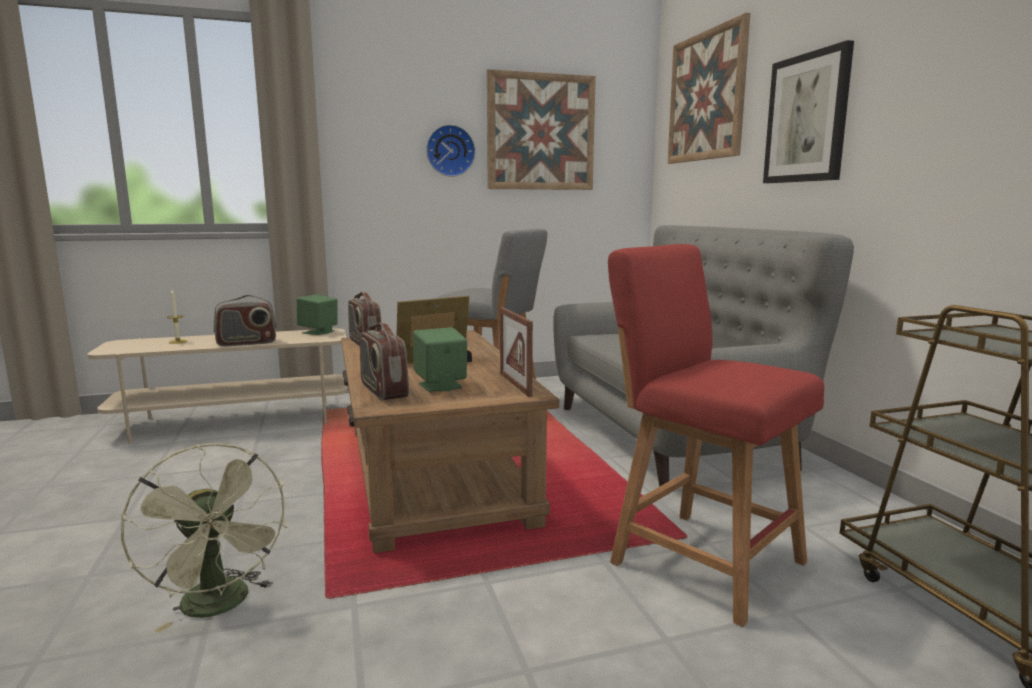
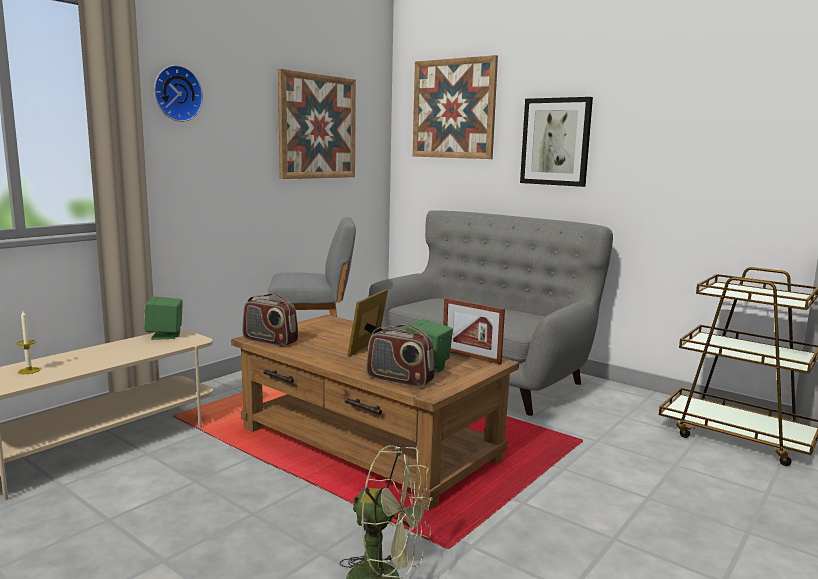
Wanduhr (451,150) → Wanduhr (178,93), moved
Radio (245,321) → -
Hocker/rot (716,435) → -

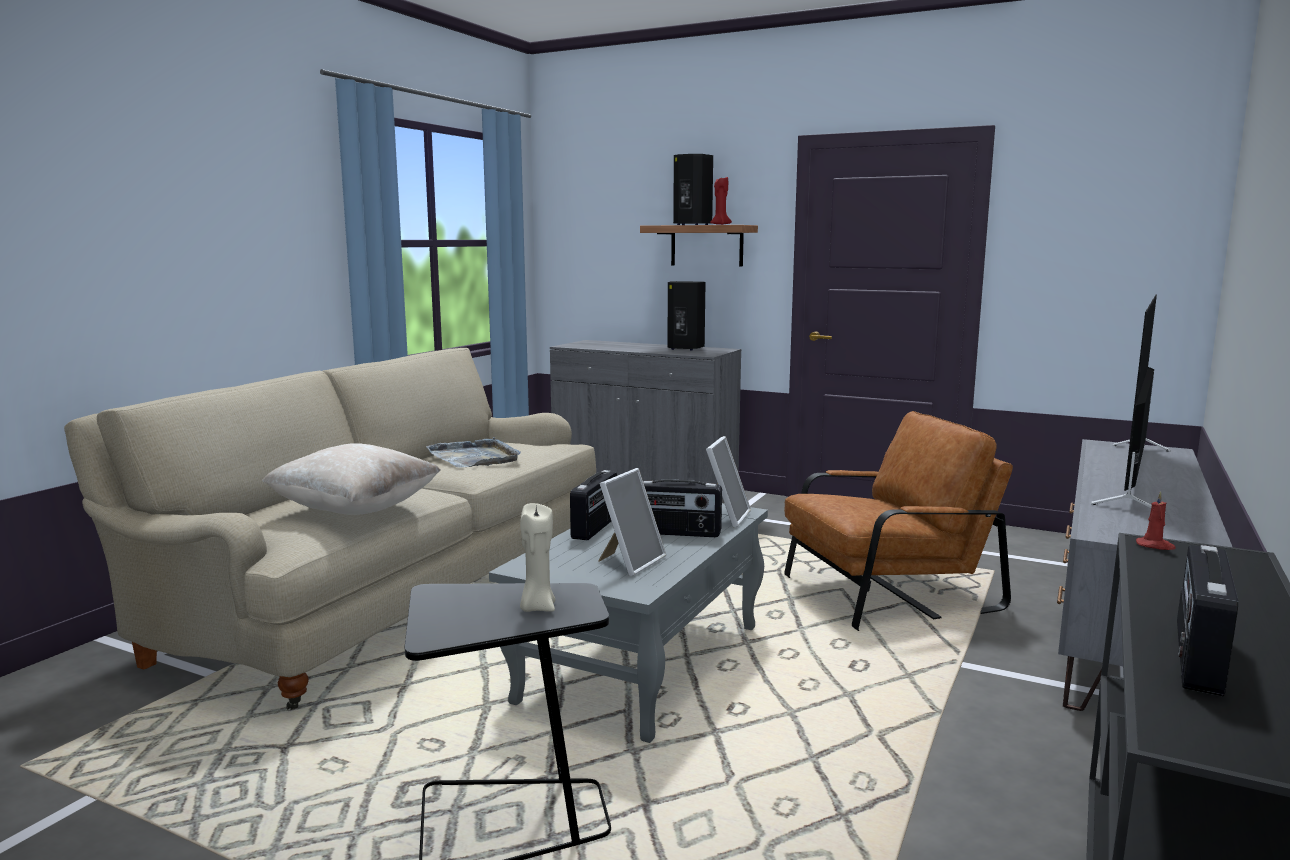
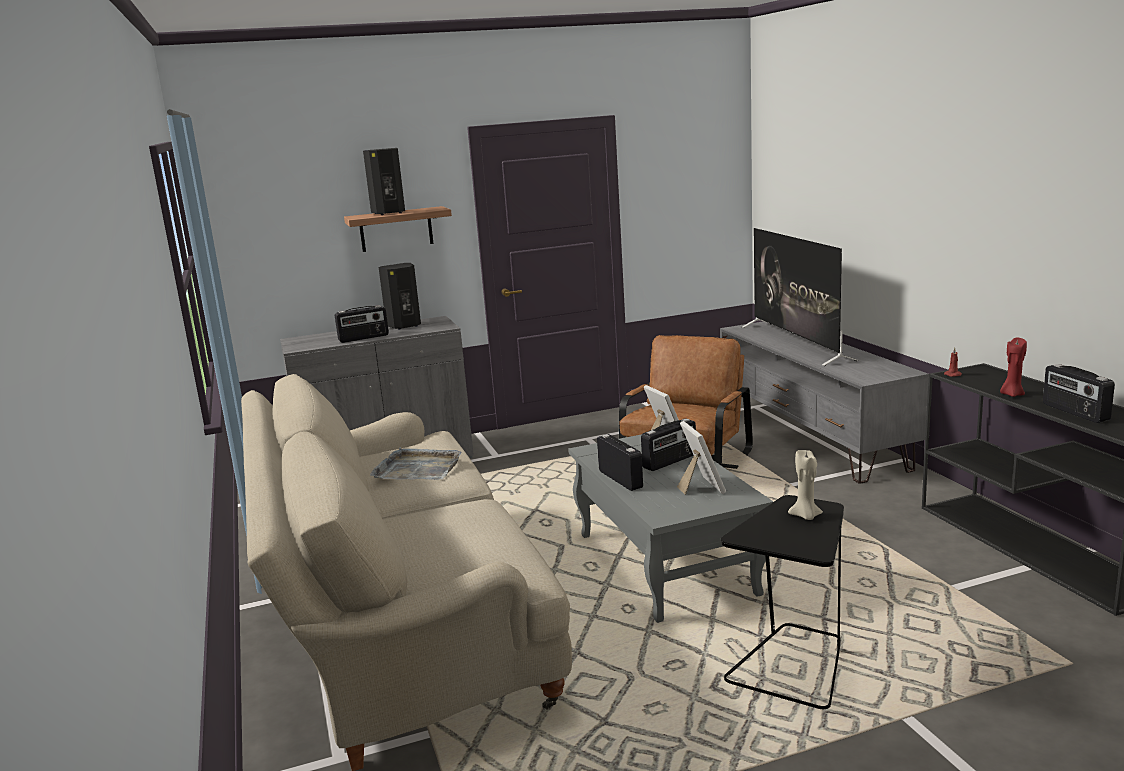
- → Radio (362,324)
Kerze/rot (721,201) → Kerze/rot (1013,367), moved
Kissen/beige (351,479) → -

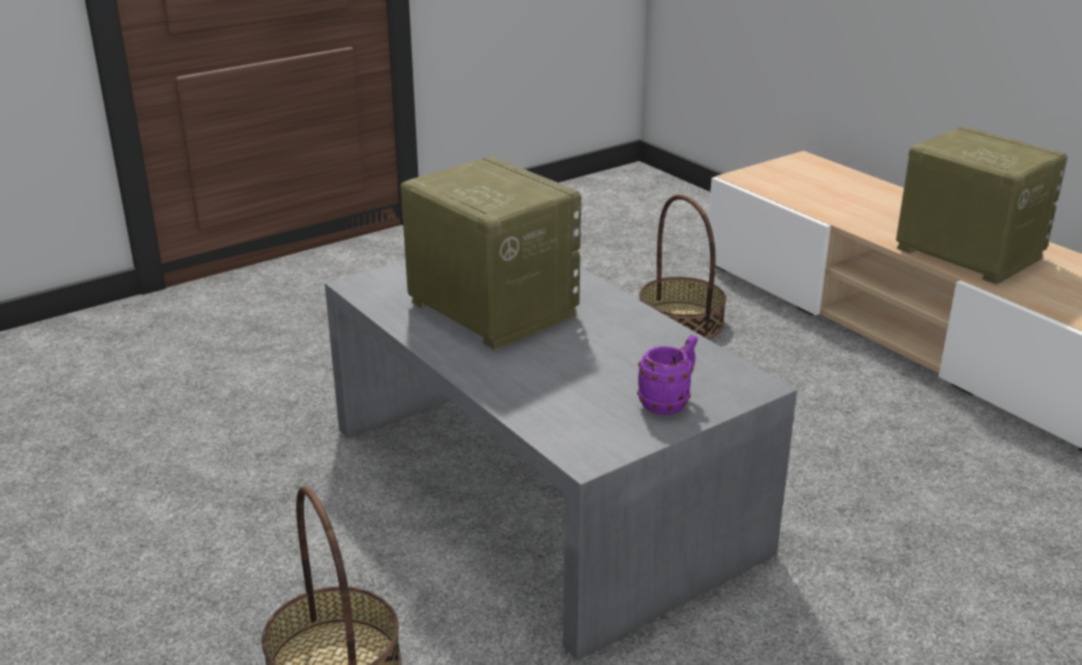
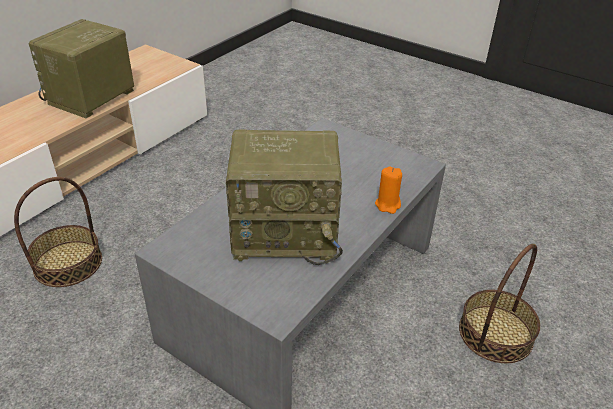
Radio (490,253) → Radio (284,197), 120 degrees counterclockwise
- → Kerze/orange (388,190)
Henkelbecher/lila (667,375) → -

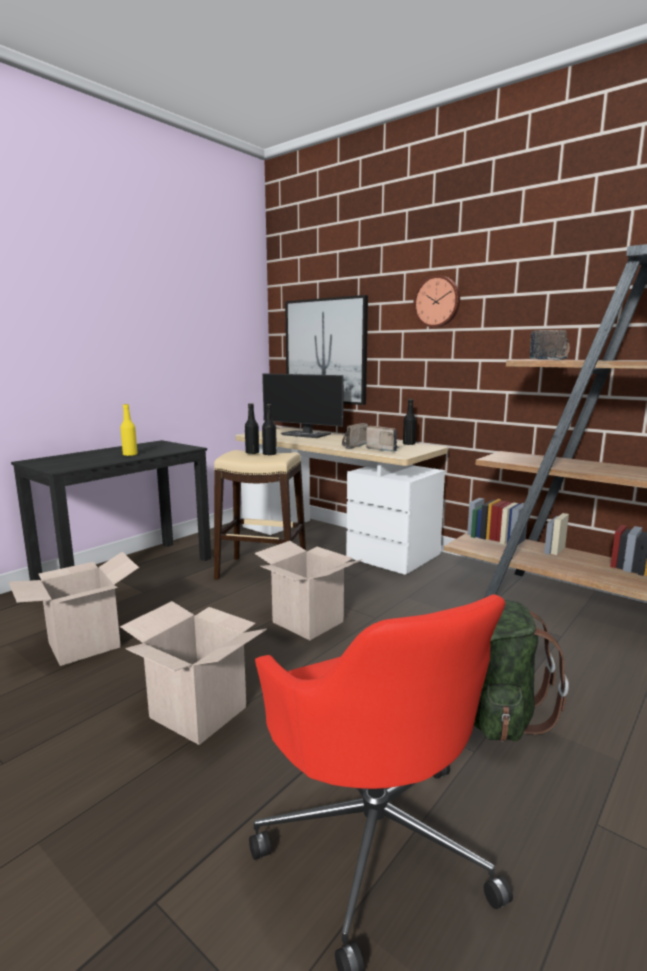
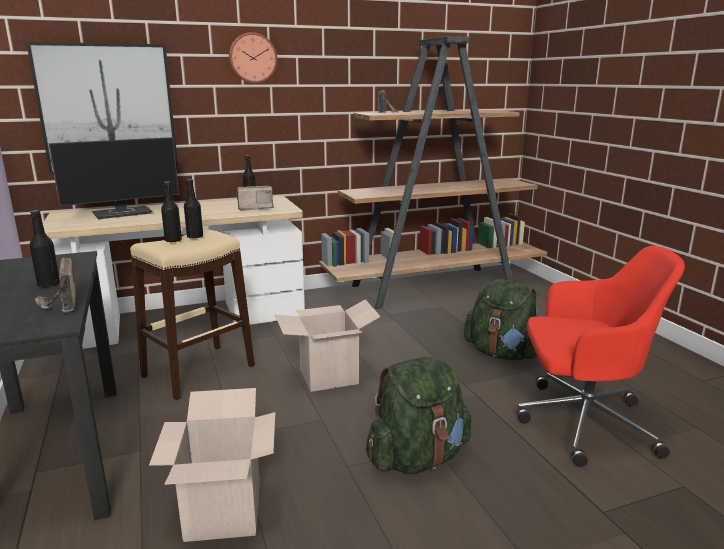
Flasche/gelb (129,430) → Flasche/schwarz (44,248)
Radio (355,436) → Radio (55,285), moved
Karton (193,673) → Rucksack/grün (418,415)

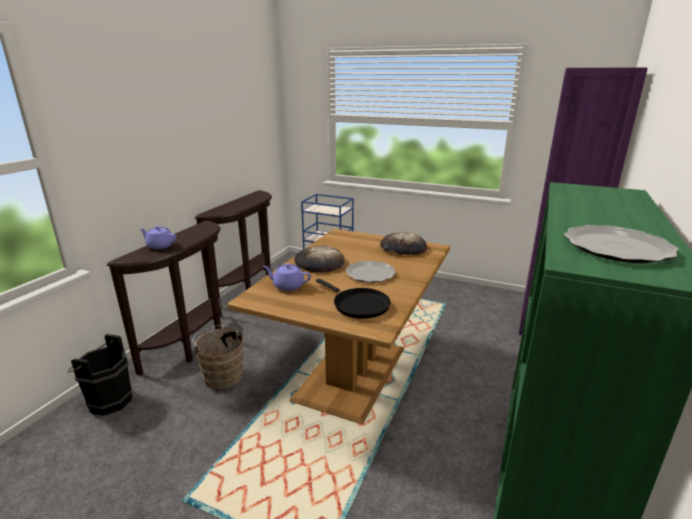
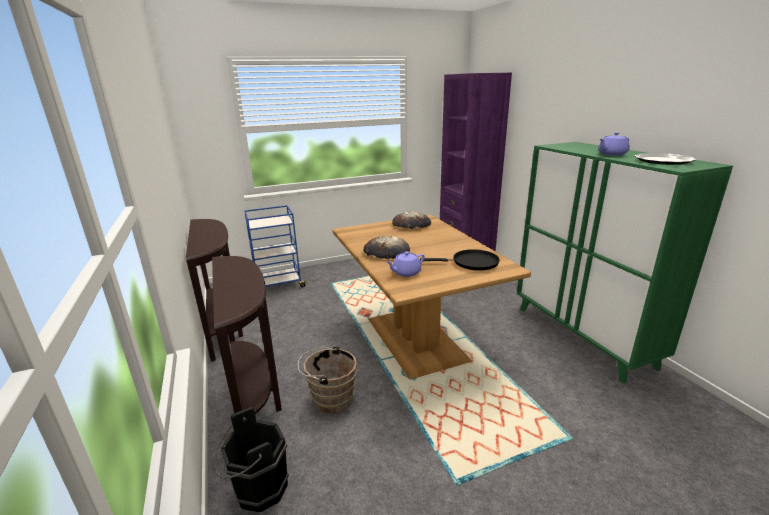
Teekanne/lila (157,237) → Teekanne/lila (614,144), moved
Teller (370,272) → -

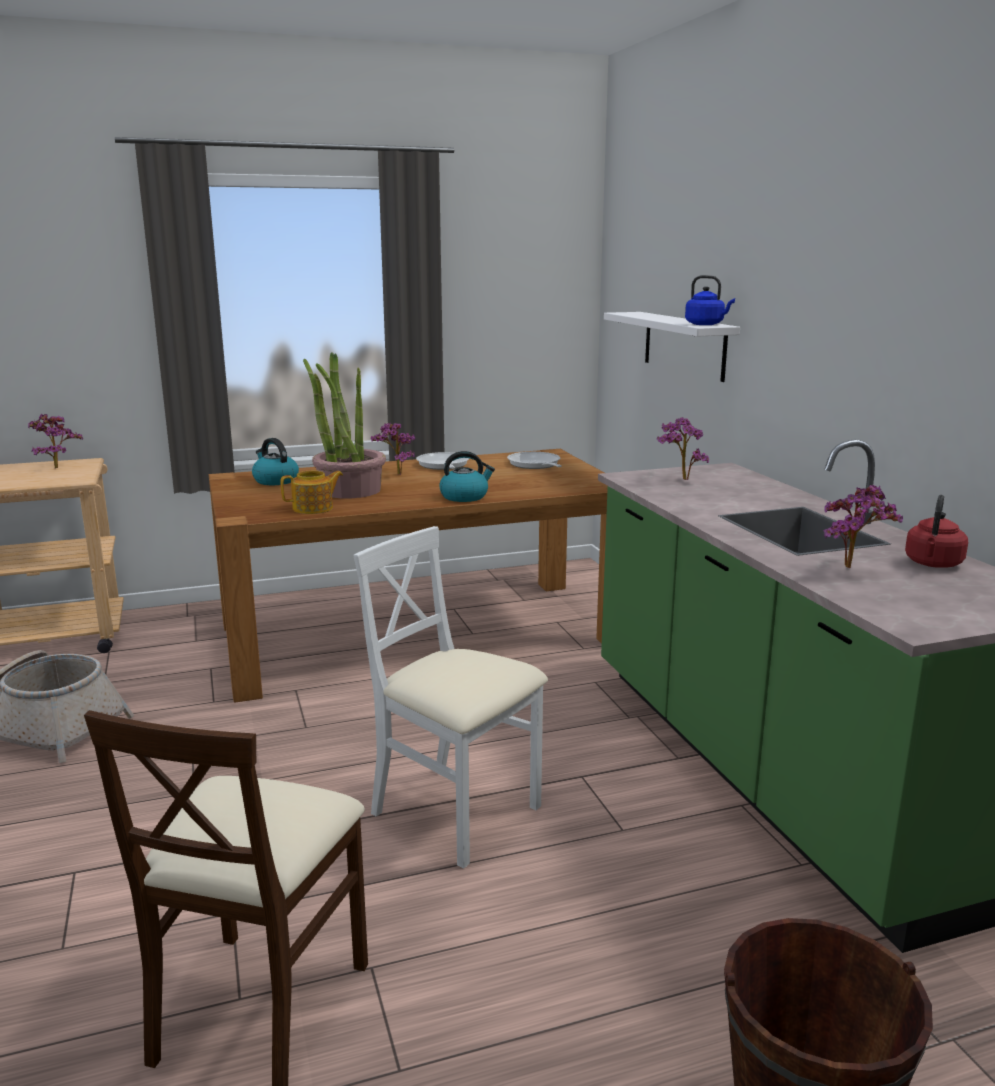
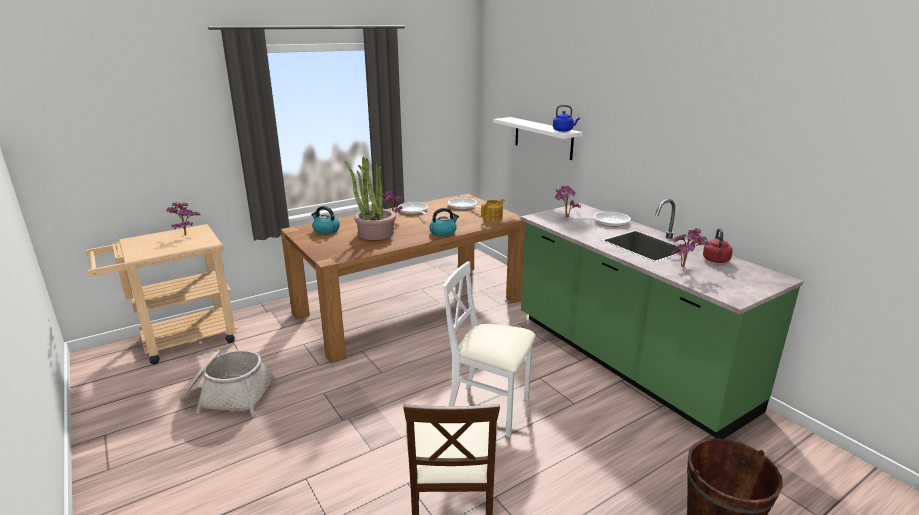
Teekanne (312,492) → Teekanne (493,210), moved
- → Pfanne (602,219)

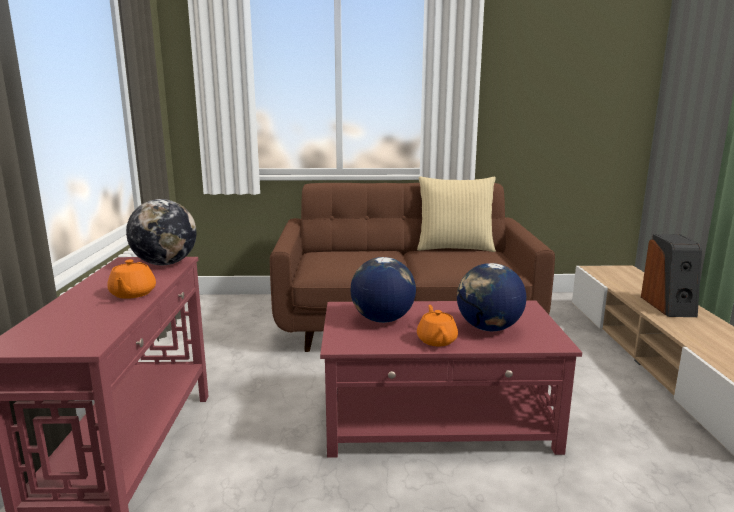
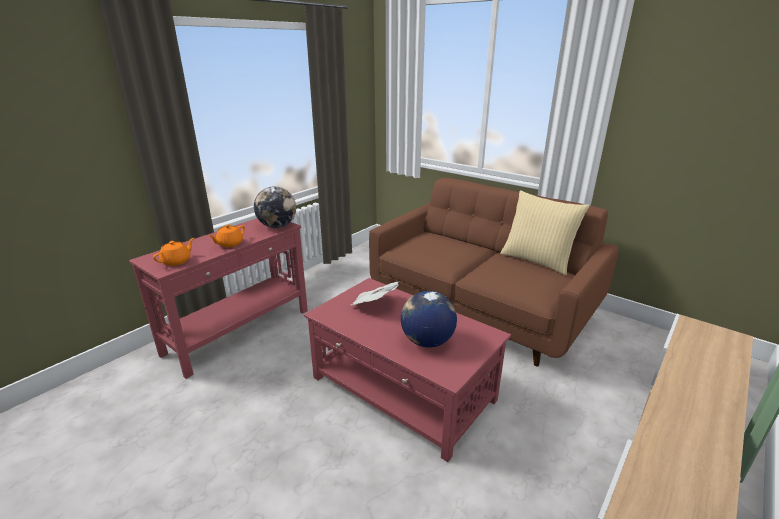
Teekanne/orange (437,325) → Teekanne/orange (173,252), moved
Globus (383,290) → Zeitung (375,293)
Lautsprecher (671,275) → -

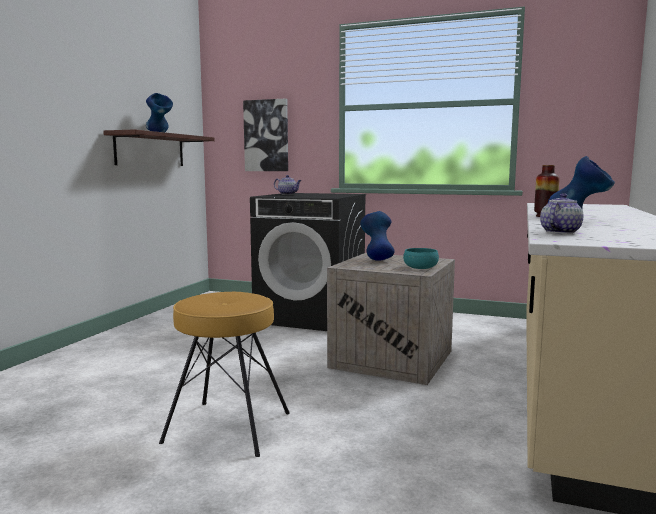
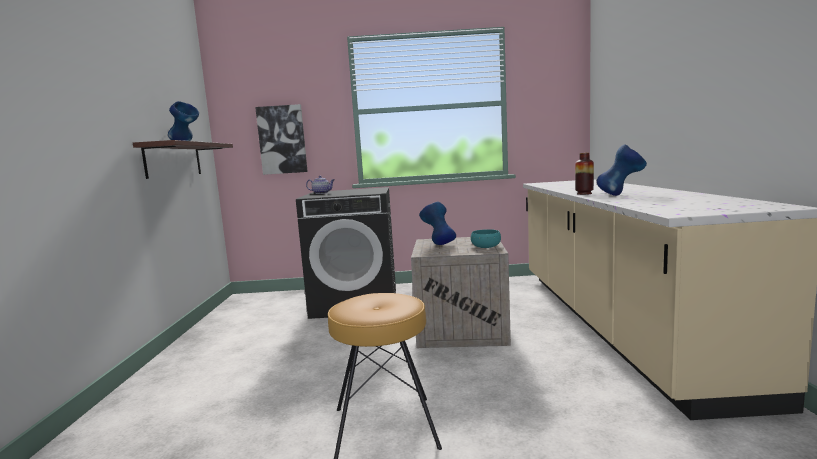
Teekanne (562,213) → -

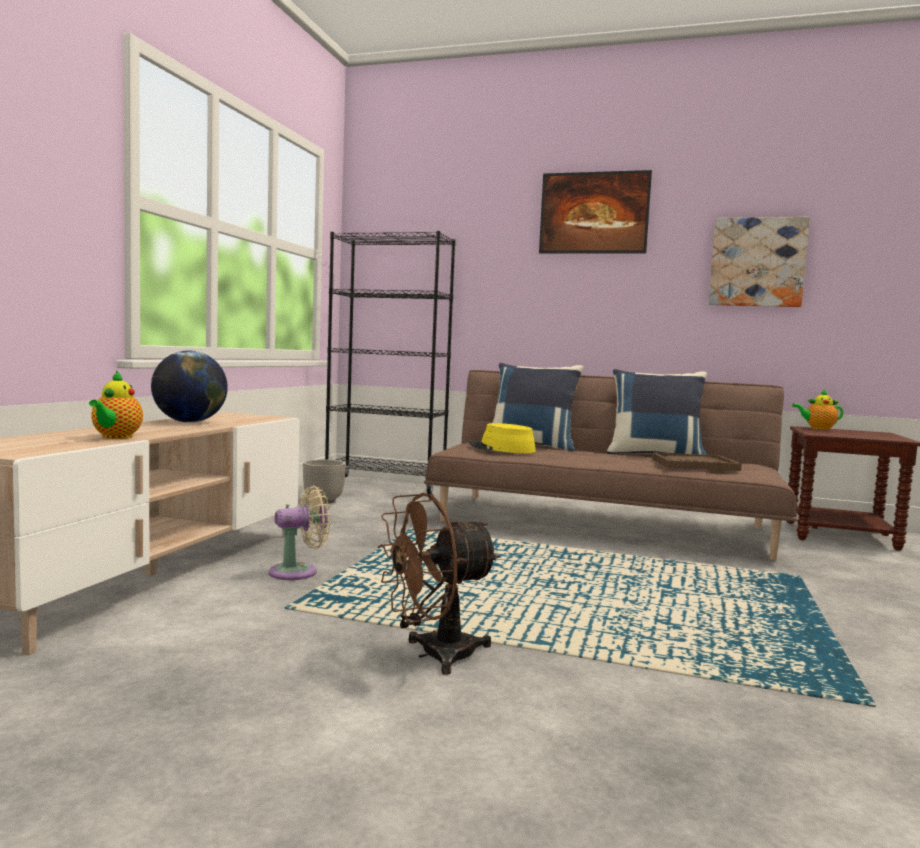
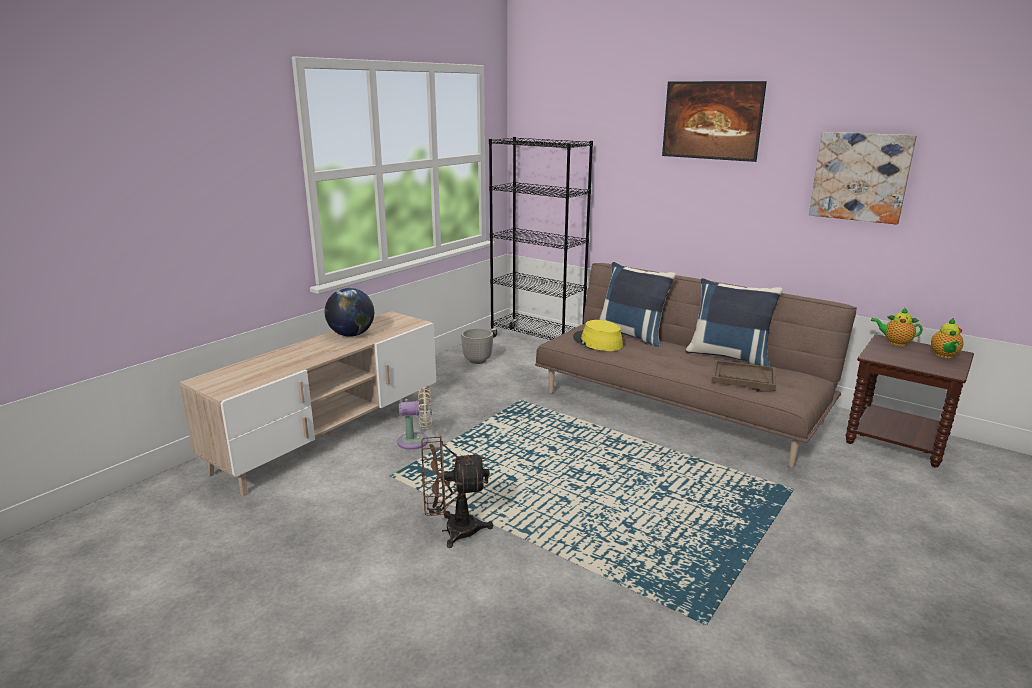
Teekanne (116,405) → Teekanne (947,338), moved

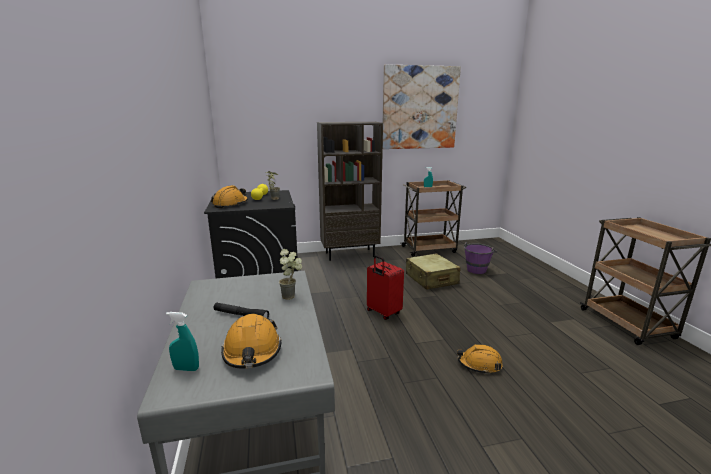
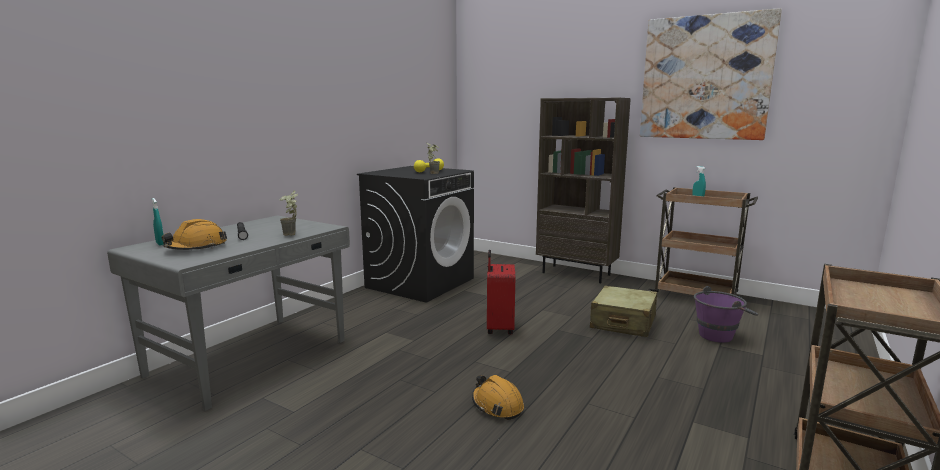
Schutzhelm/orange (229,196) → -

